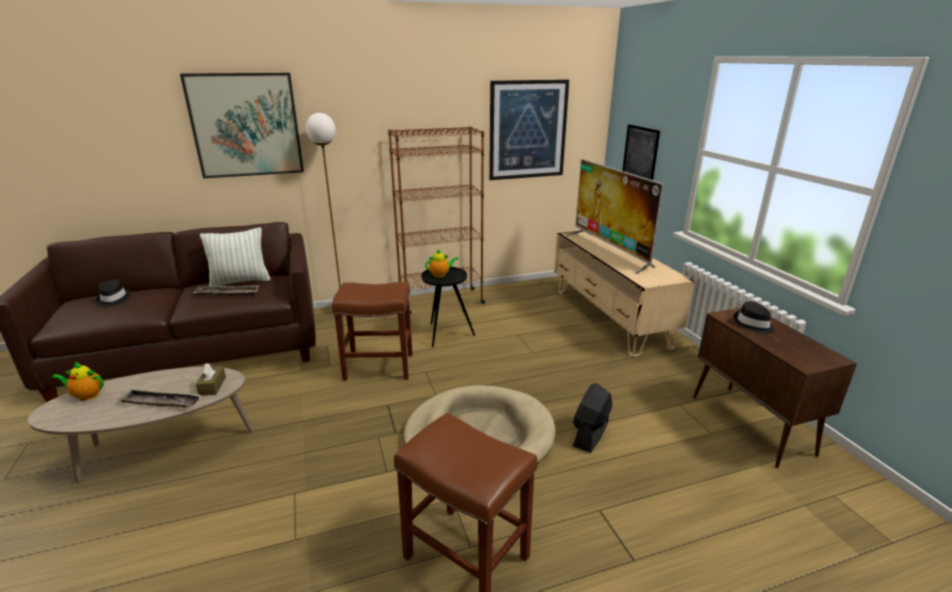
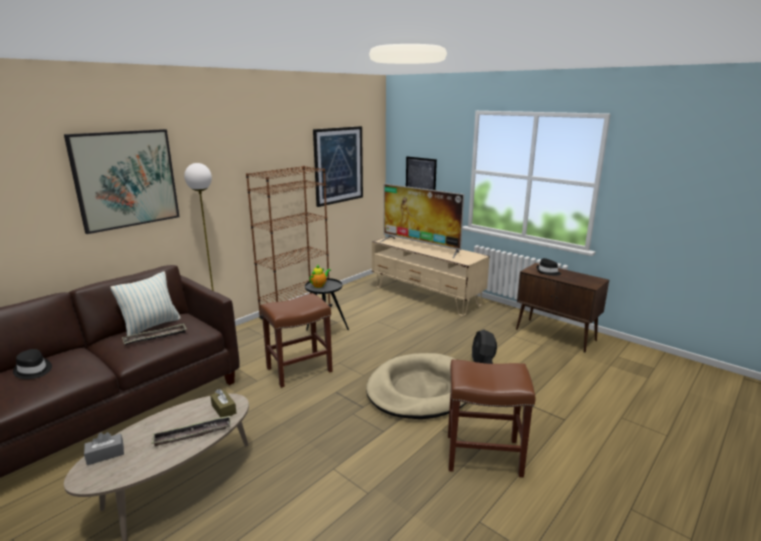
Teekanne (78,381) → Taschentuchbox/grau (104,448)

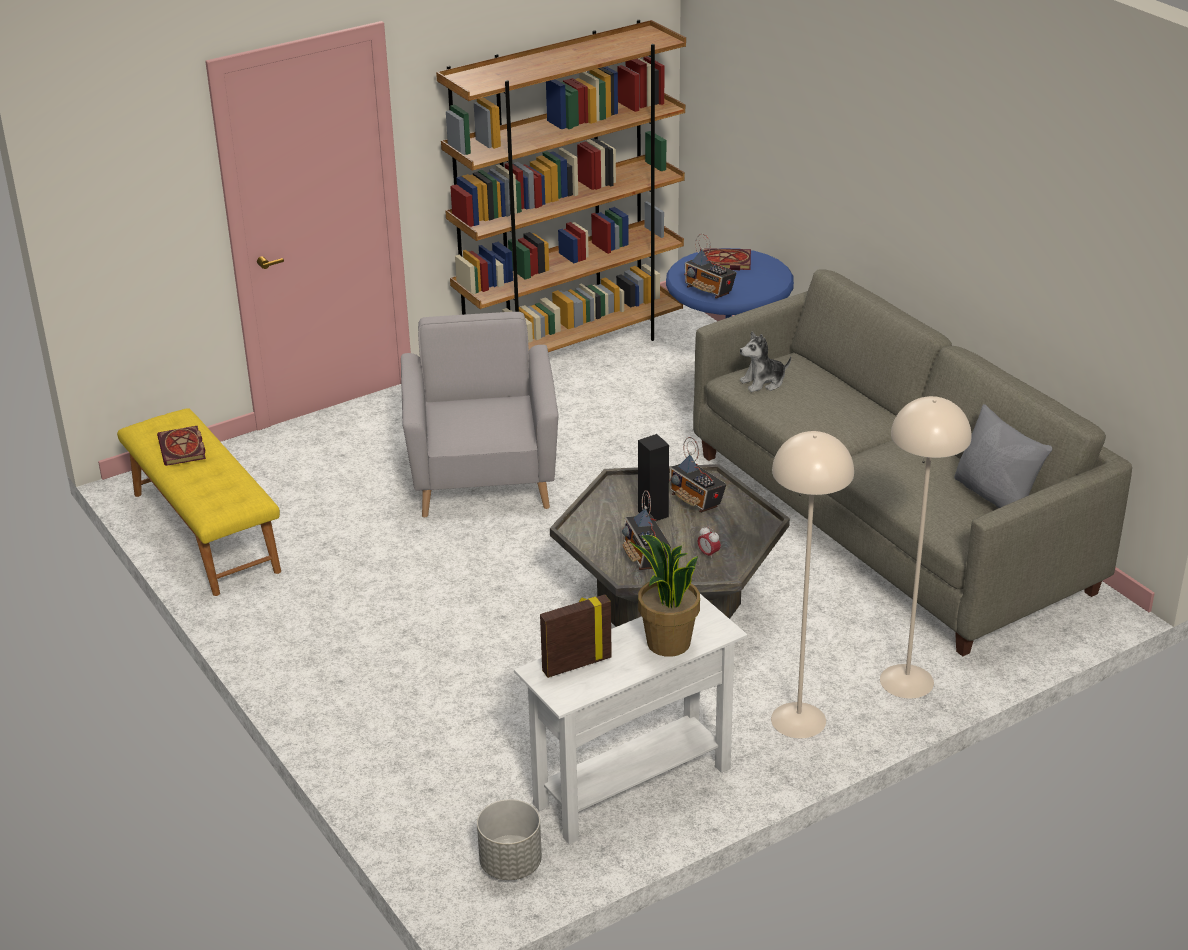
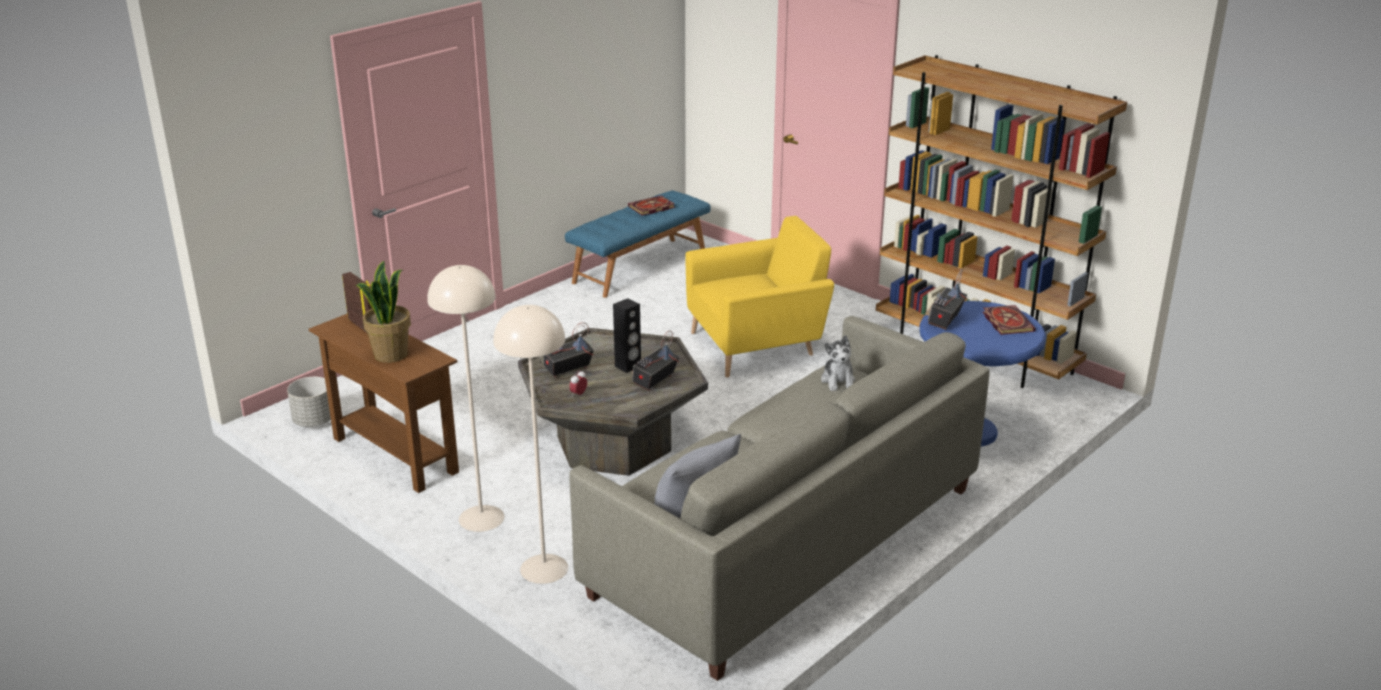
Konsolentisch/weiß (631,719) → Konsolentisch/braun (384,403)
Bank/gelb (199,502) → Bank/blau (638,244)
Sessel/grau (480,414) → Sessel/gelb (759,297)
Plüschtier (765,361) → Plüschtier (838,363), 150 degrees counterclockwise

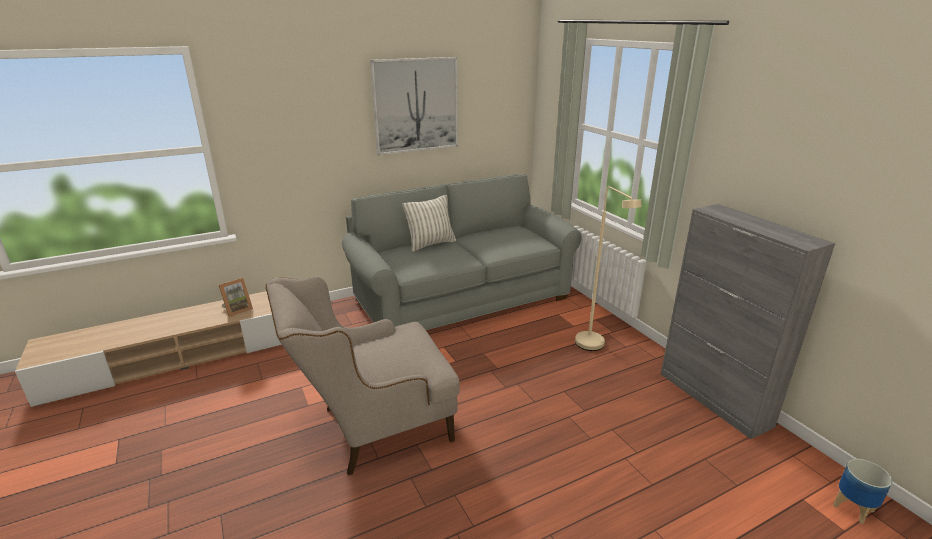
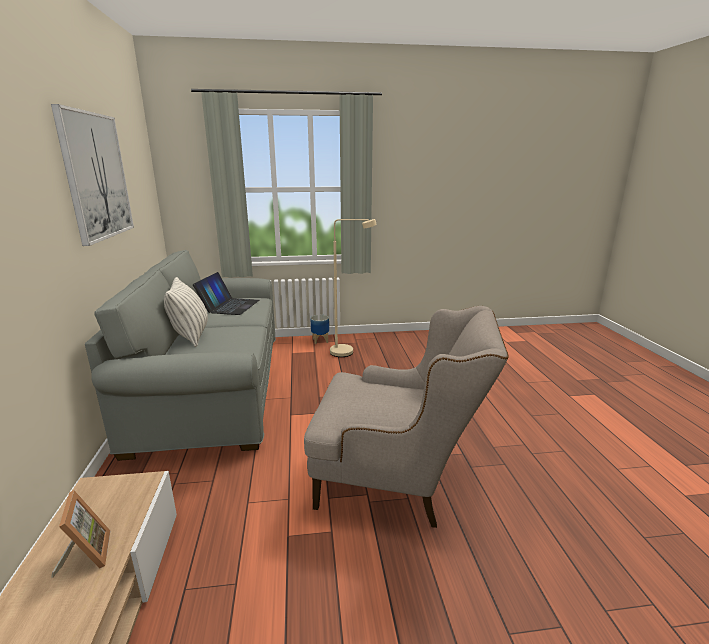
- → Laptop (226,293)
Sessel/beige (363,375) → Sessel/beige (406,417), 75 degrees counterclockwise
Pflanzkübel (862,491) → Pflanzkübel (319,329), moved
Schrank/grau (748,321) → -

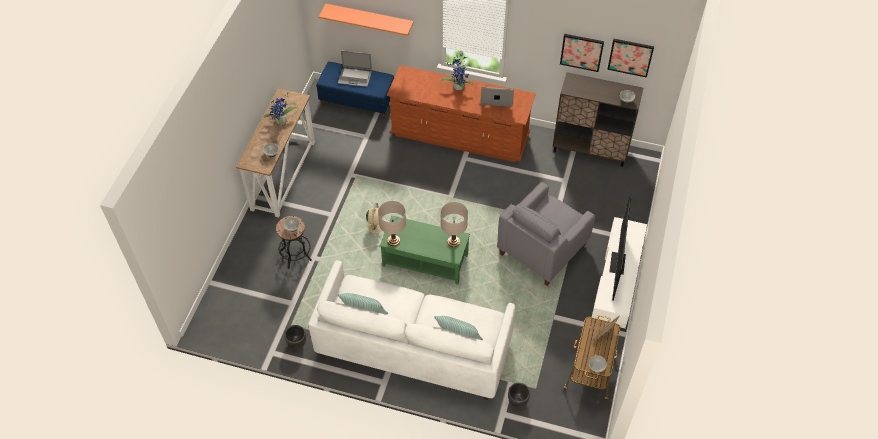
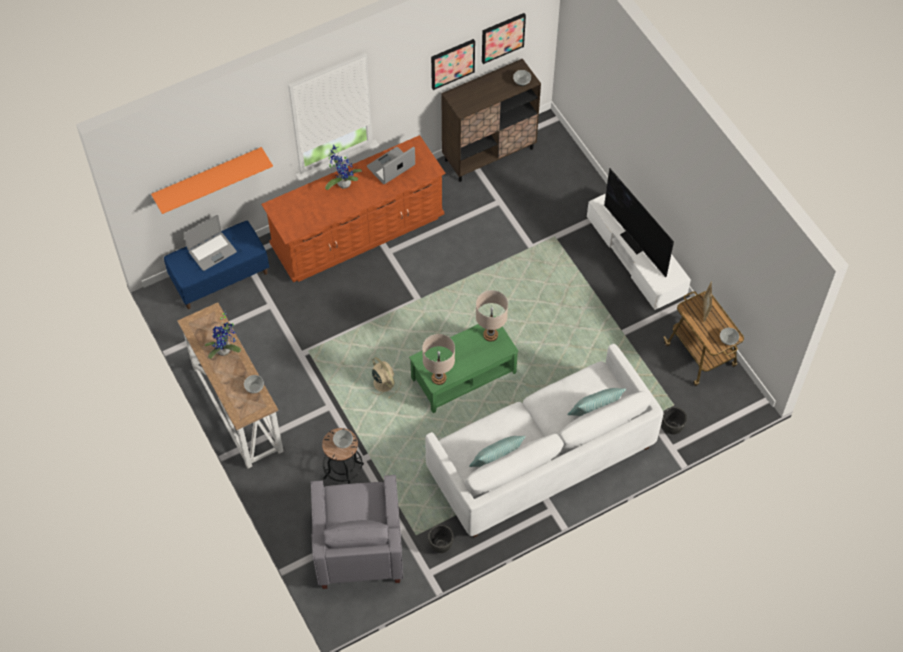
Sessel/grau (546,234) → Sessel/grau (357,532), moved

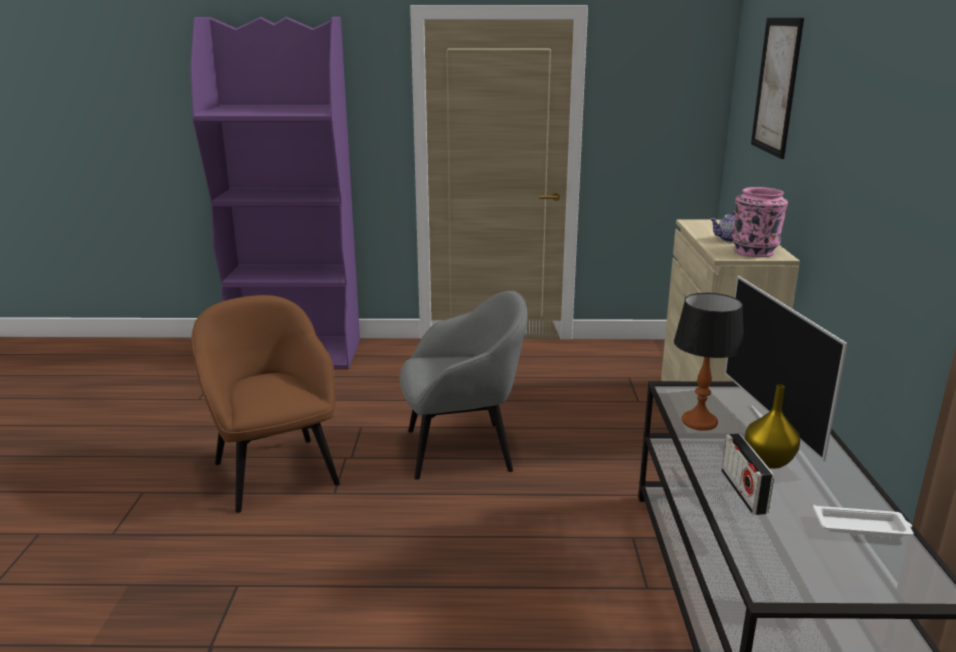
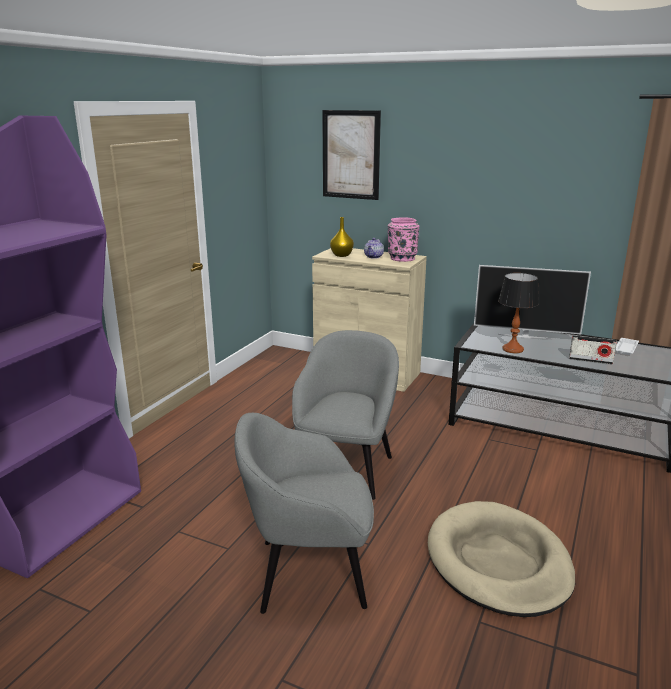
Sessel/braun (266,404) → Sessel/grau (304,513)
Vase/gelb (772,426) → Vase/gelb (342,237), moved
- → Hundebett/beige (501,559)

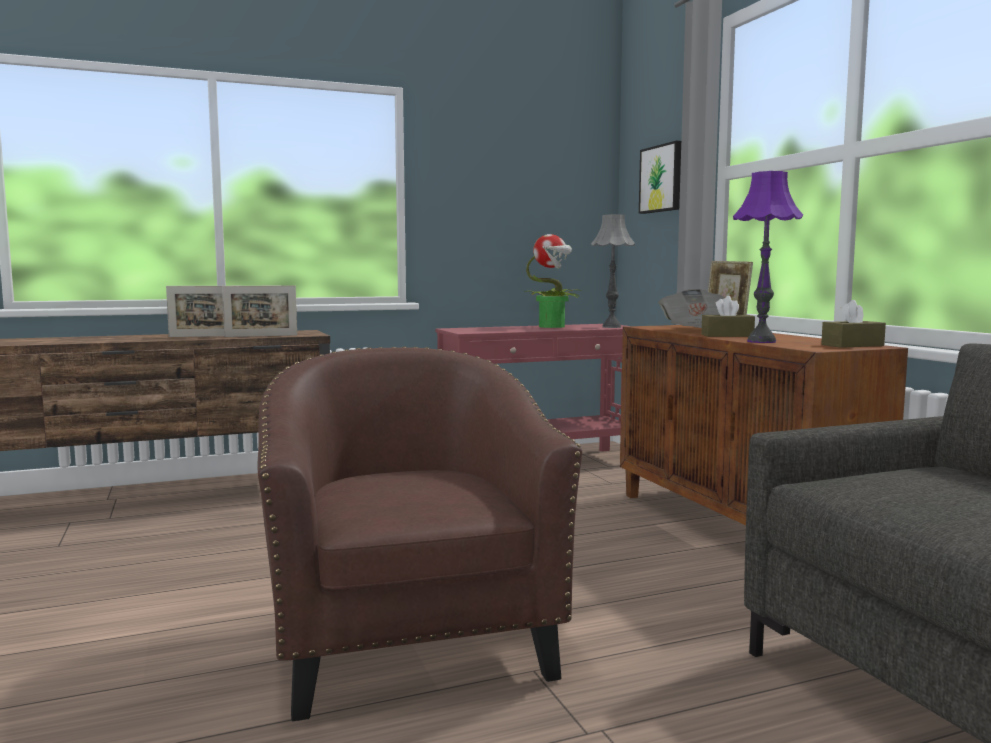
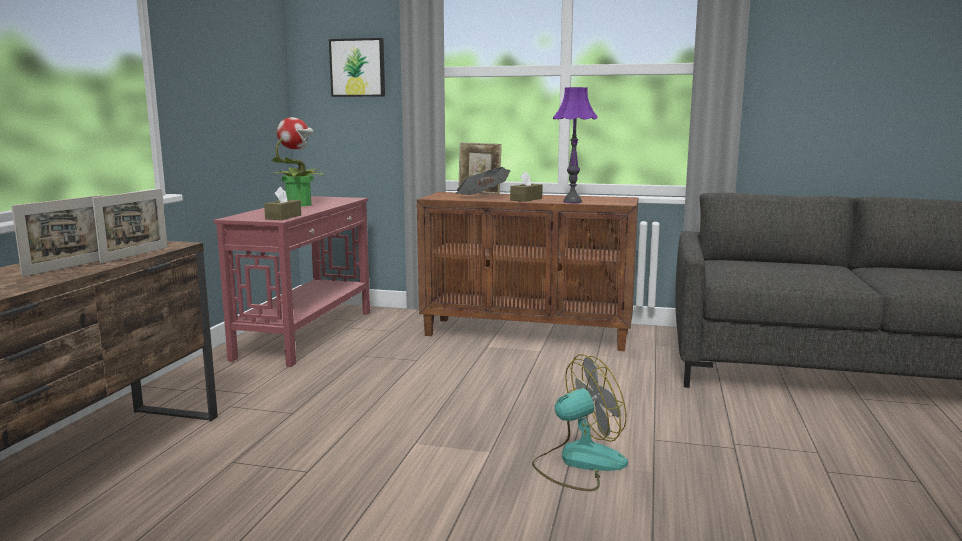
Taschentuchbox/braun (853,324) → Taschentuchbox/braun (282,203), moved
Sessel/braun (420,533) → Ventilator (580,422)
Tischlampe/grau (613,271) → -

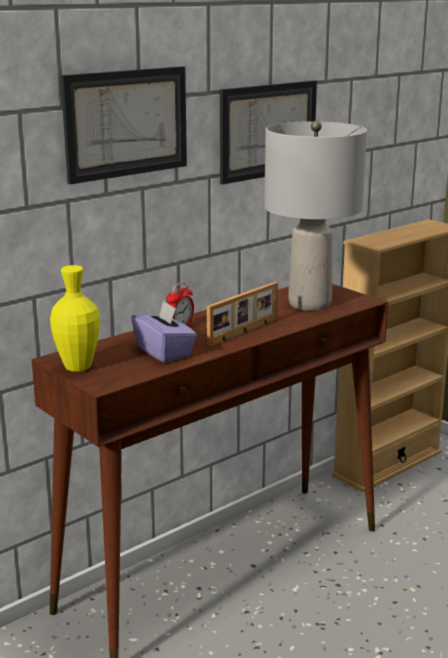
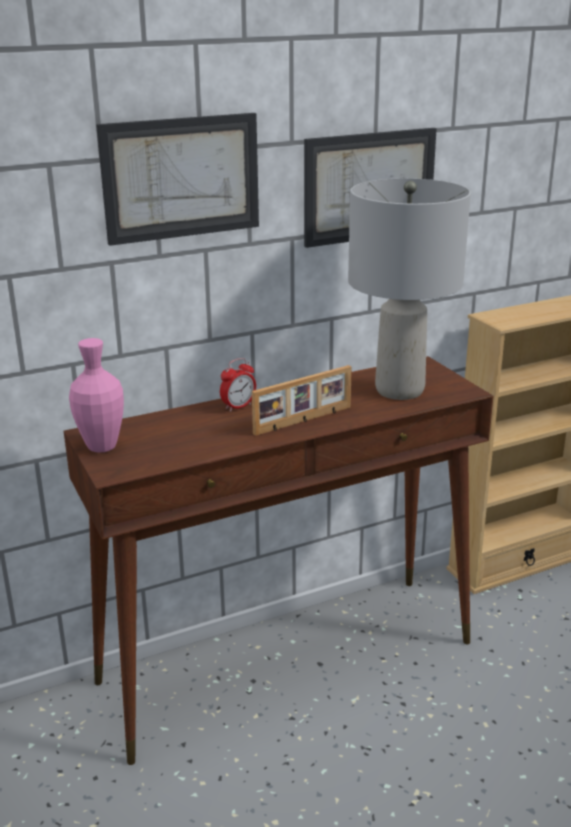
Vase/gelb (75,318) → Vase/rosa (96,395)
Taschentuchbox/lila (164,331) → -

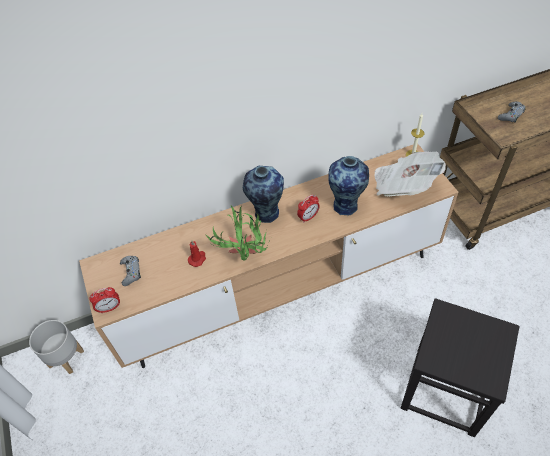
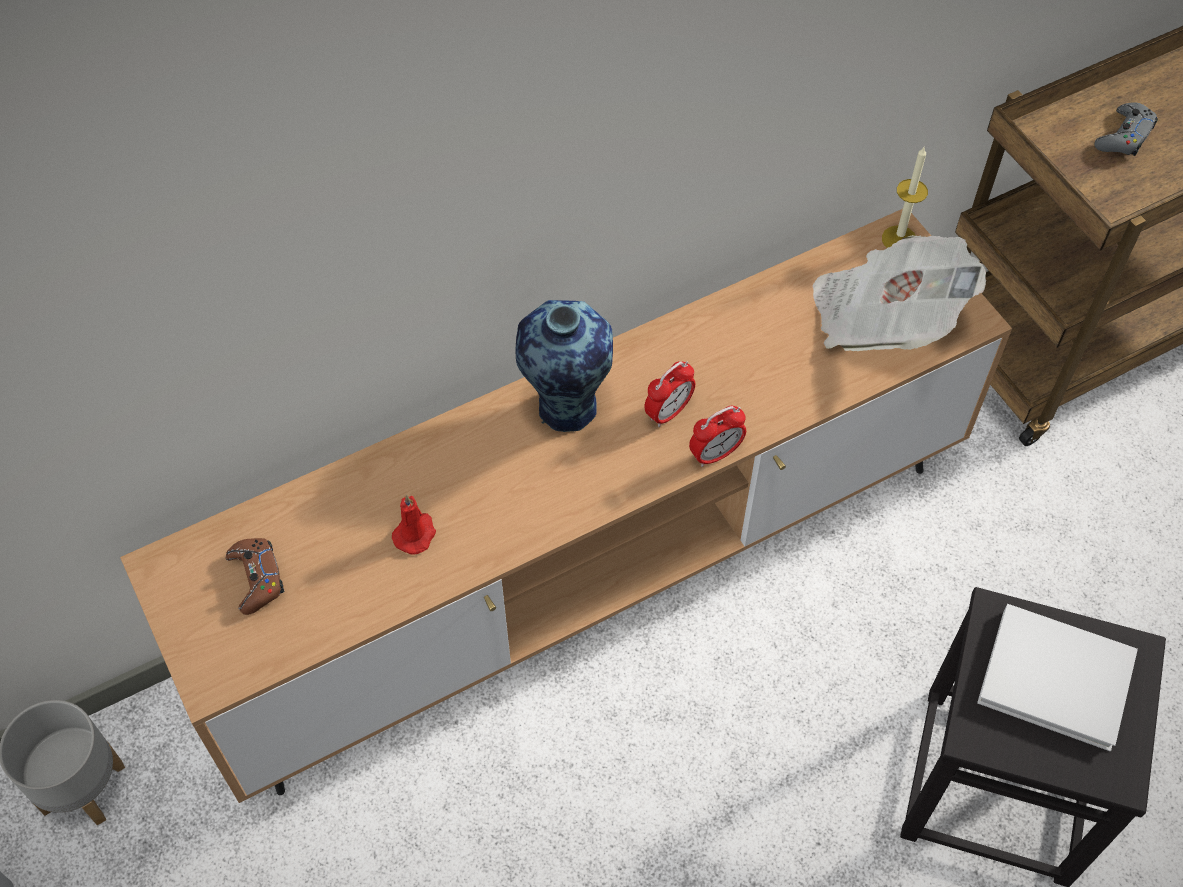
Gamepad/grau (130,271) → Gamepad/braun (255,576)
Wecker (104,300) → Wecker (717,436), moved
- → Buch/weiß (1057,678)
Topfpflanze (238,233) → -
Vase (348,185) → -

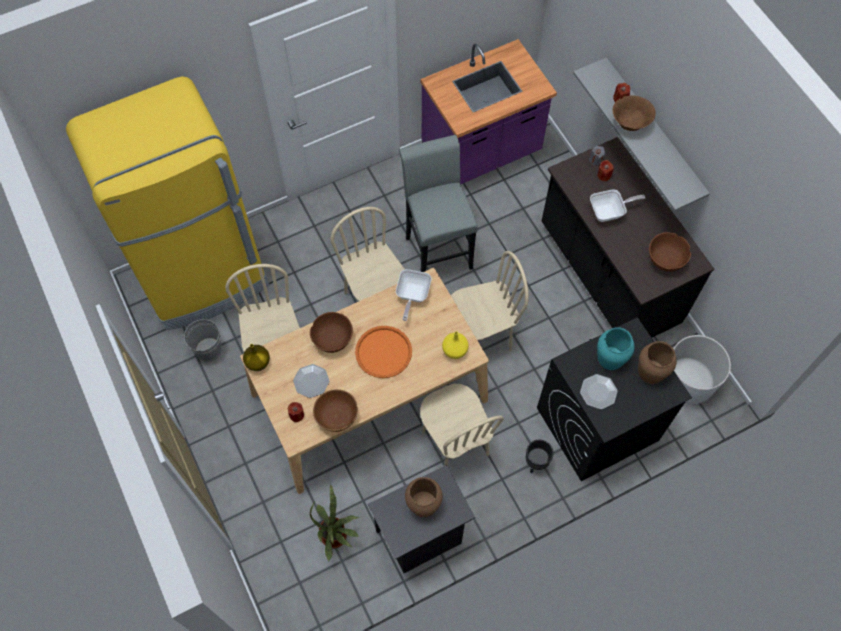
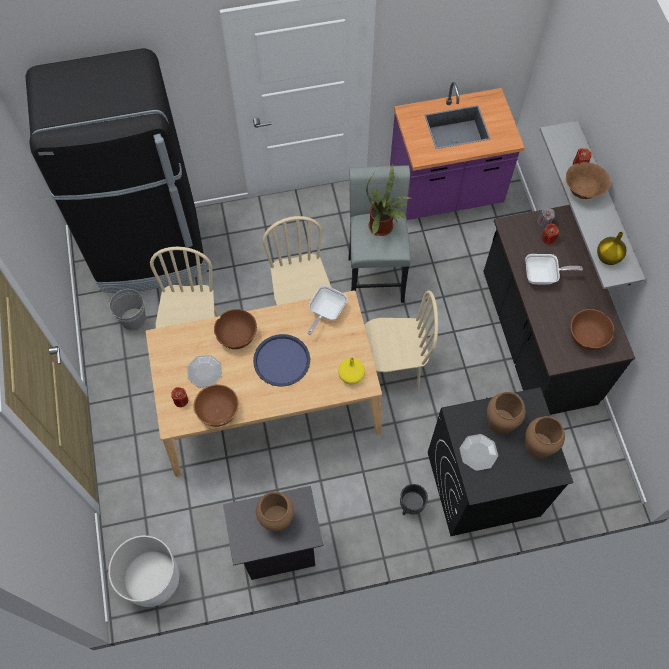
Kühlschrank/gelb (167,203) → Kühlschrank/schwarz (116,171)
Pflanzkübel/weiß (702,369) → Pflanzkübel/weiß (143,571), moved
Tablett/orange (383,352) → Tablett/blau (281,360)
Topfpflanze (334,523) → Topfpflanze (390,200), moved
Vase/türkis (616,348) → Vase/braun (506,413)
Vase/gelb (256,357) → Vase/gelb (612,248), moved
Stuhl/beige (462,425) → -

